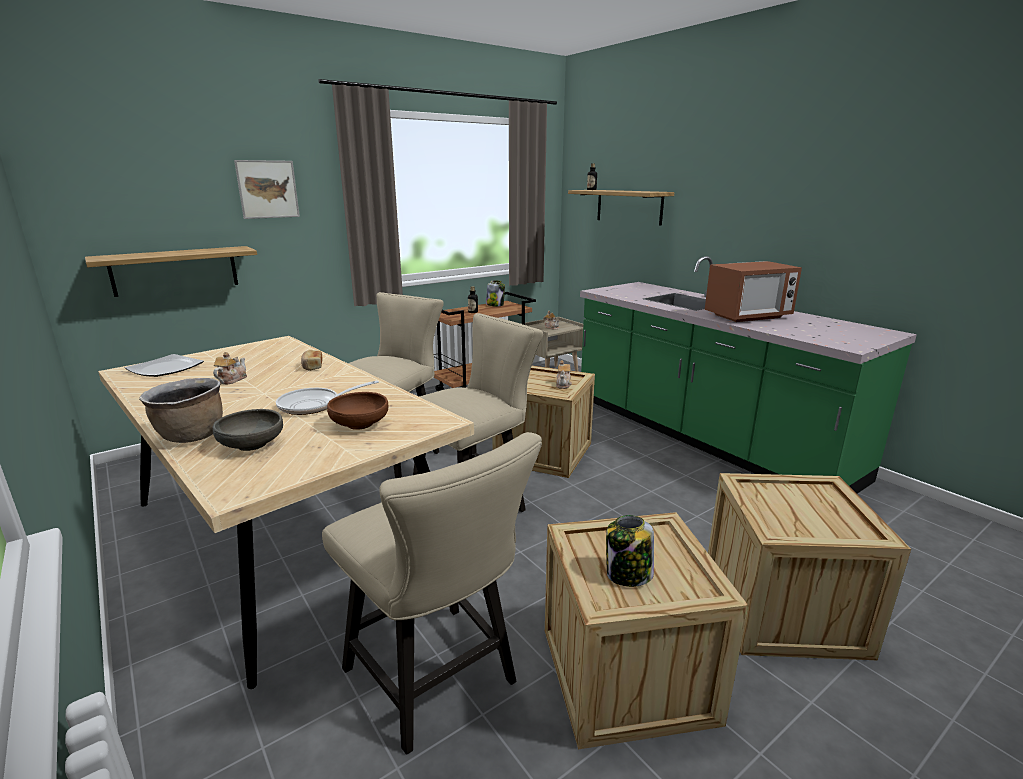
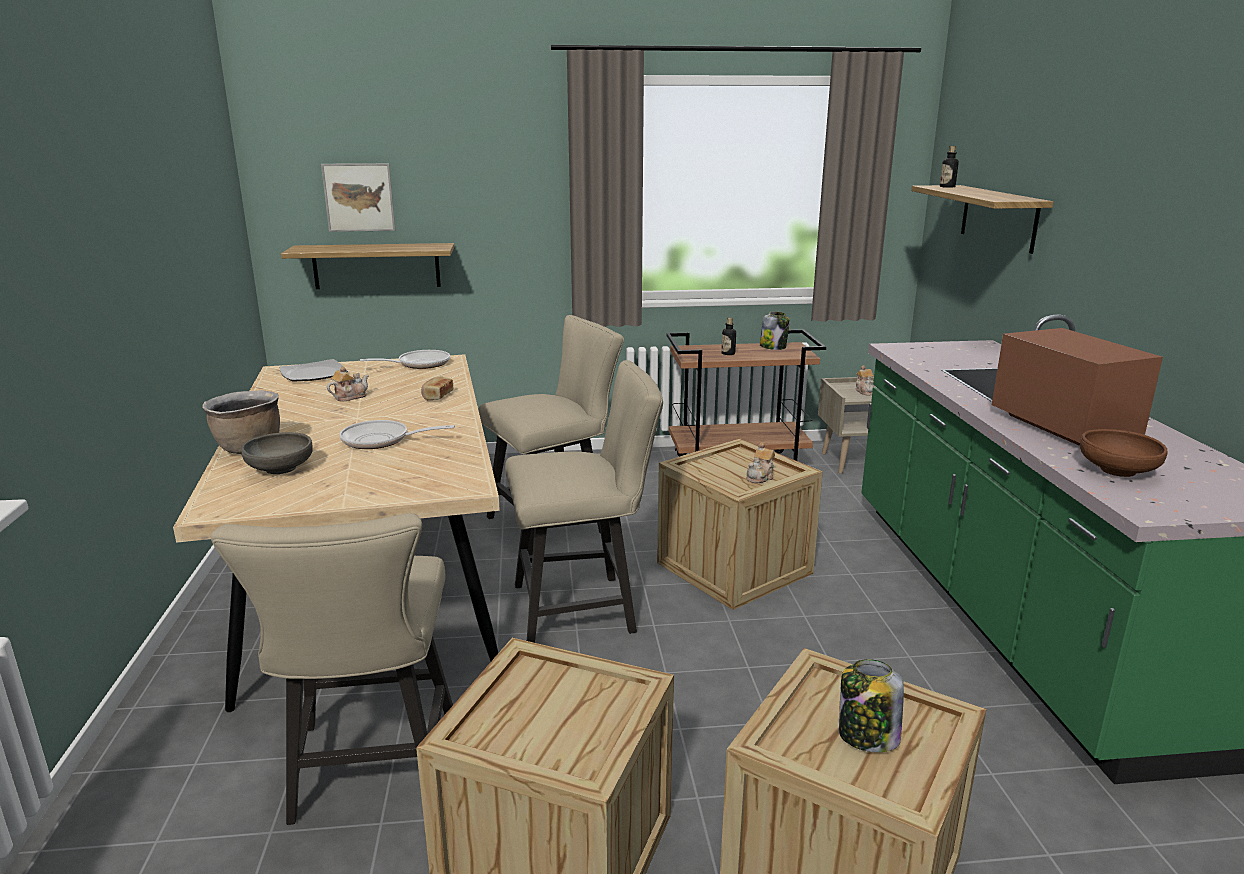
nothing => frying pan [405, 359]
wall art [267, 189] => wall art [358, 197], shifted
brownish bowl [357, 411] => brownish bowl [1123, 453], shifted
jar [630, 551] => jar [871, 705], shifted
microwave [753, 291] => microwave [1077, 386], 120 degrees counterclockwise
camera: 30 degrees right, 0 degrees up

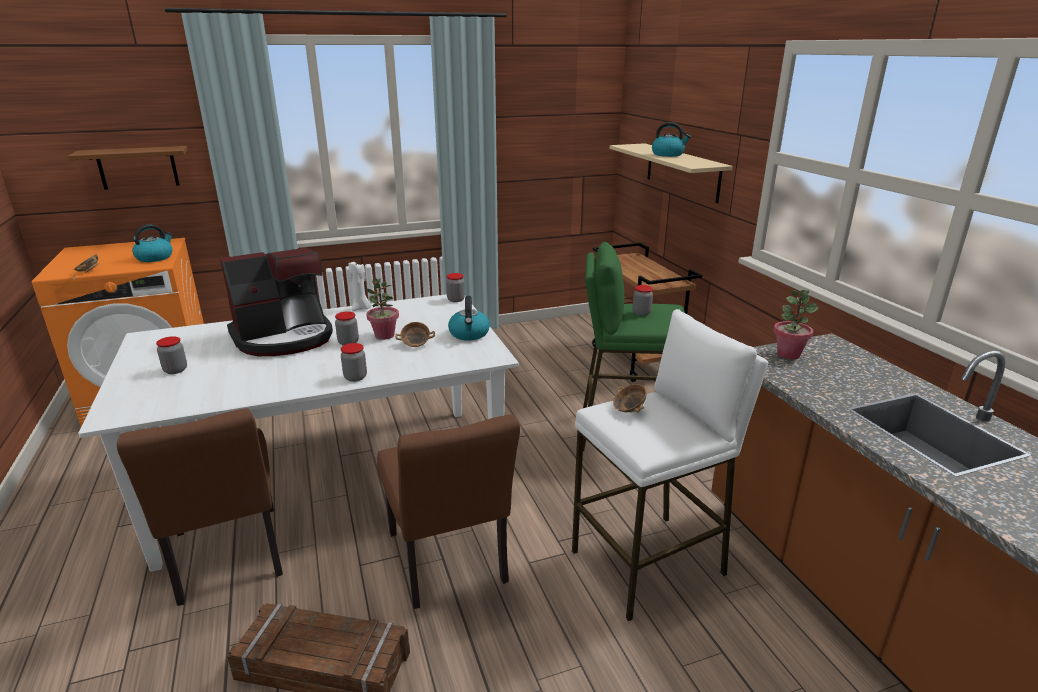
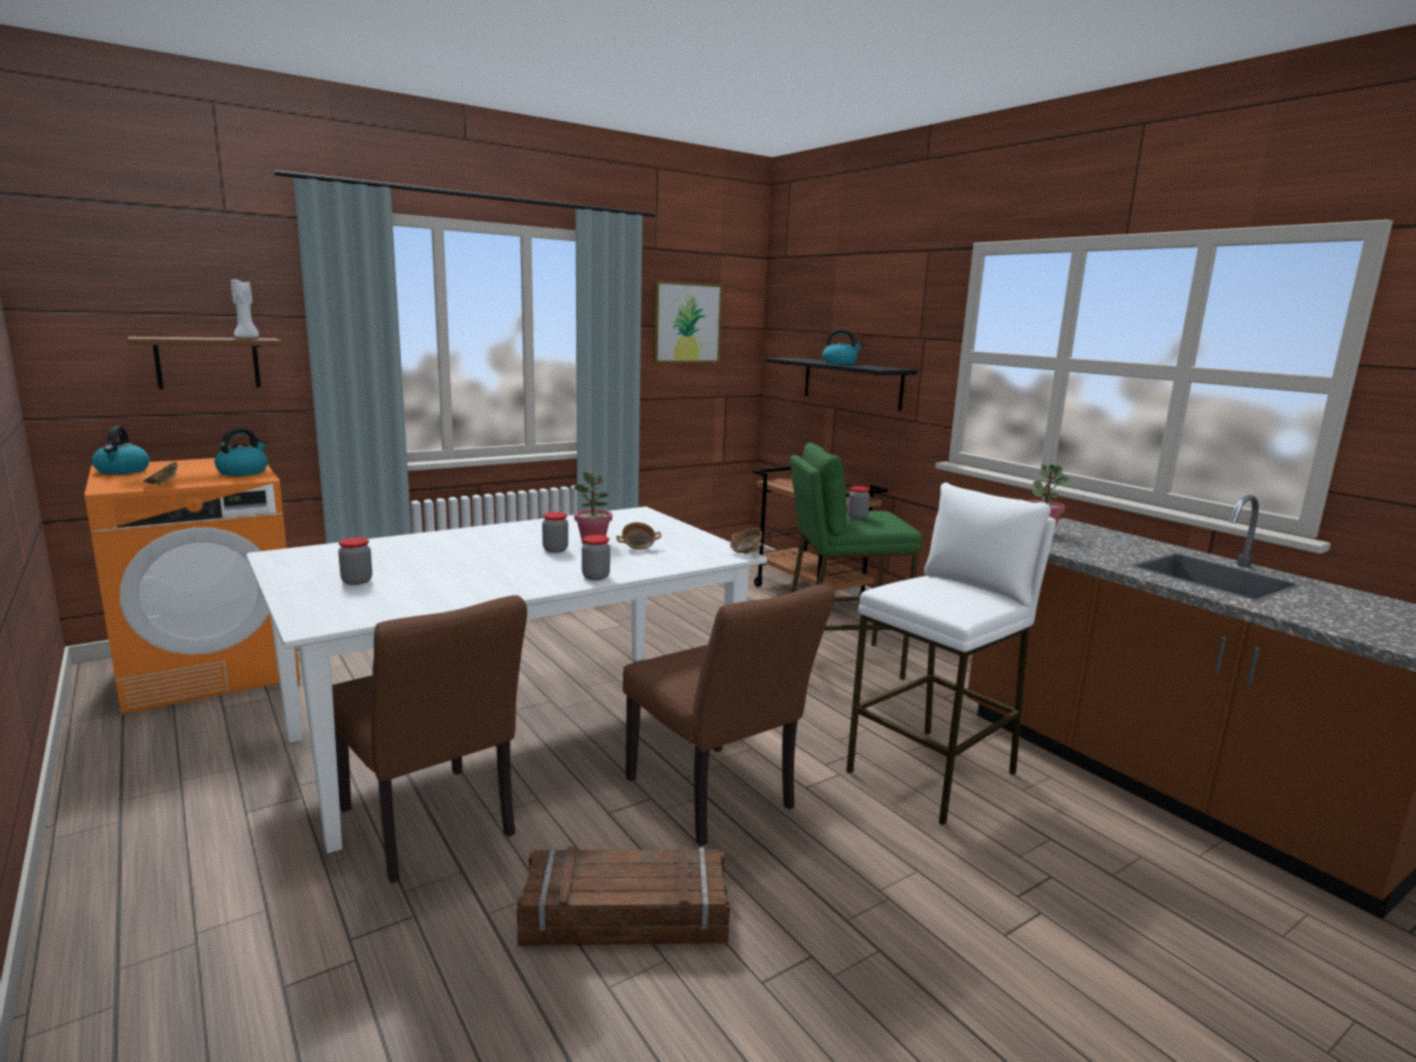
coffee machine [276, 301] => nothing
jar [455, 287] => nothing
nothing => wall art [687, 322]
white candle [360, 286] => white candle [245, 308], shifted
kettle [469, 318] => kettle [121, 450], shifted
bowl [629, 398] => bowl [746, 541], shifted
beige bracket shelf [671, 173] => black-coloured bracket shelf [841, 384]
camera: 15 degrees left, 10 degrees down

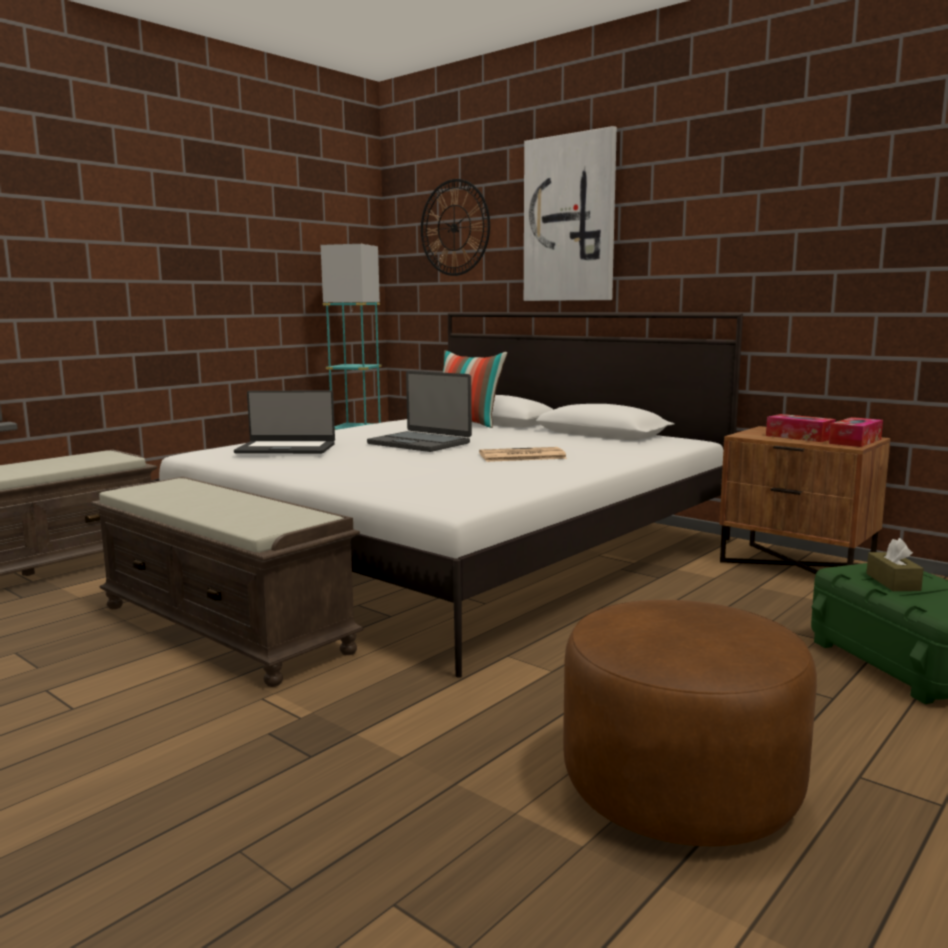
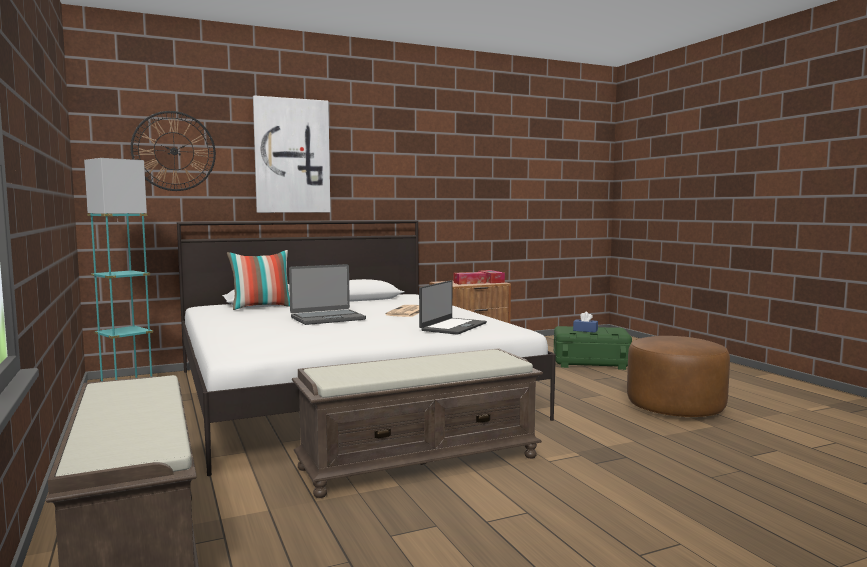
notebook computer [284, 422] => notebook computer [453, 307], shifted
brownish tissue holder [895, 564] => blue-coloured tissue holder [585, 322]
camera: 65 degrees left, 5 degrees down

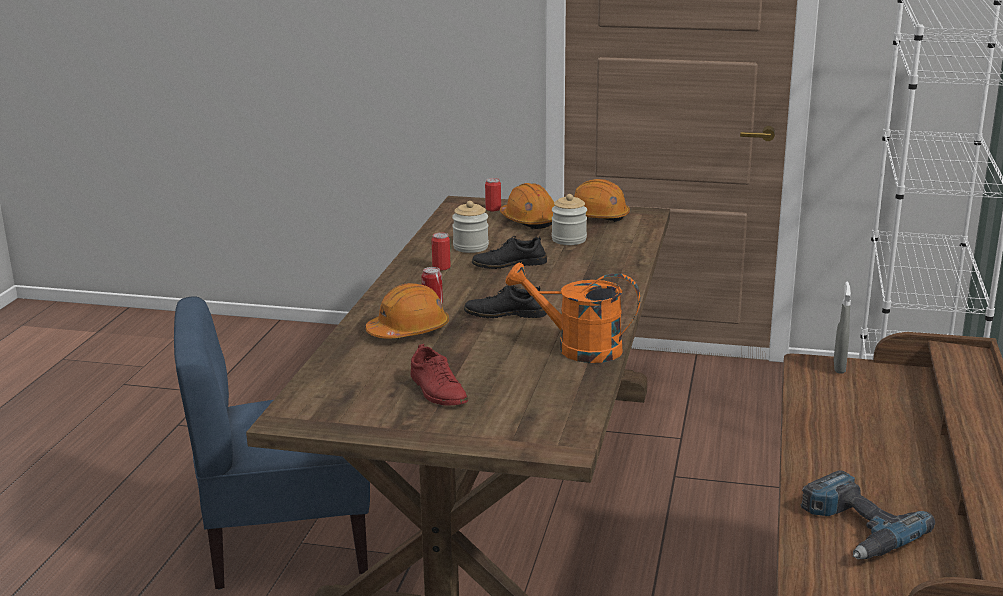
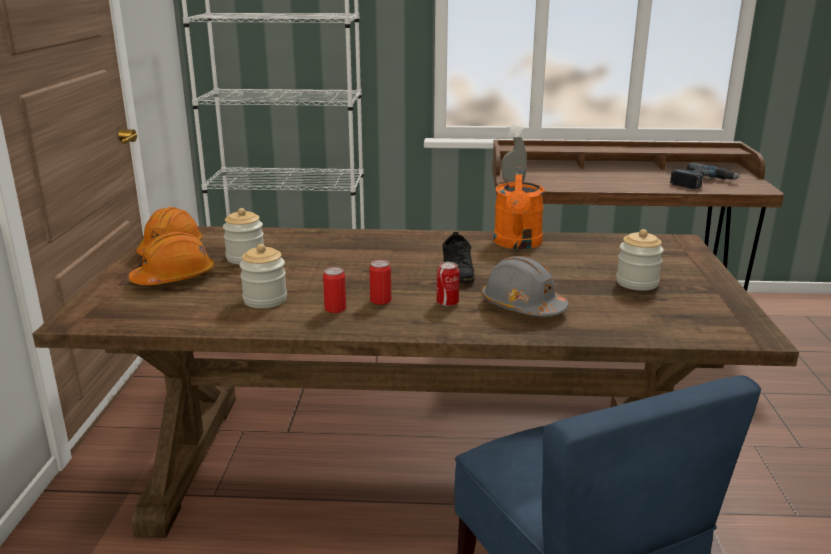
black-coloured item of footwear [509, 252] => nothing
sealed can [493, 194] => sealed can [380, 282], shifted
red-coloured item of footwear [439, 374] => jar [640, 260]
orangey safety helmet [407, 310] => greyish safety helmet [524, 286]
camera: 100 degrees left, 0 degrees up

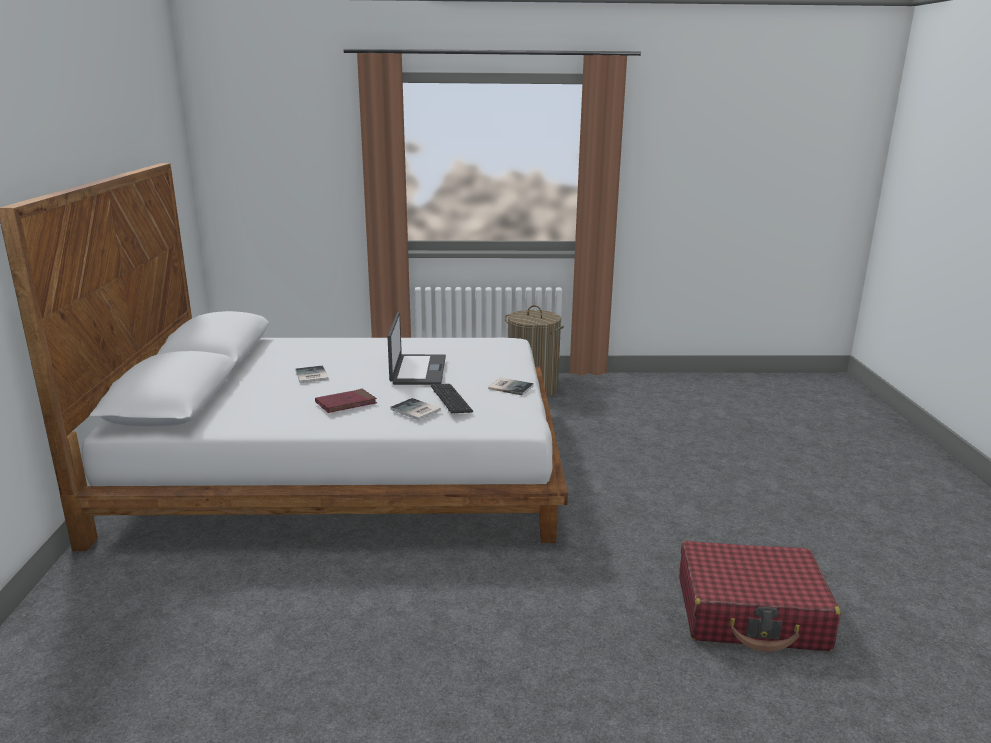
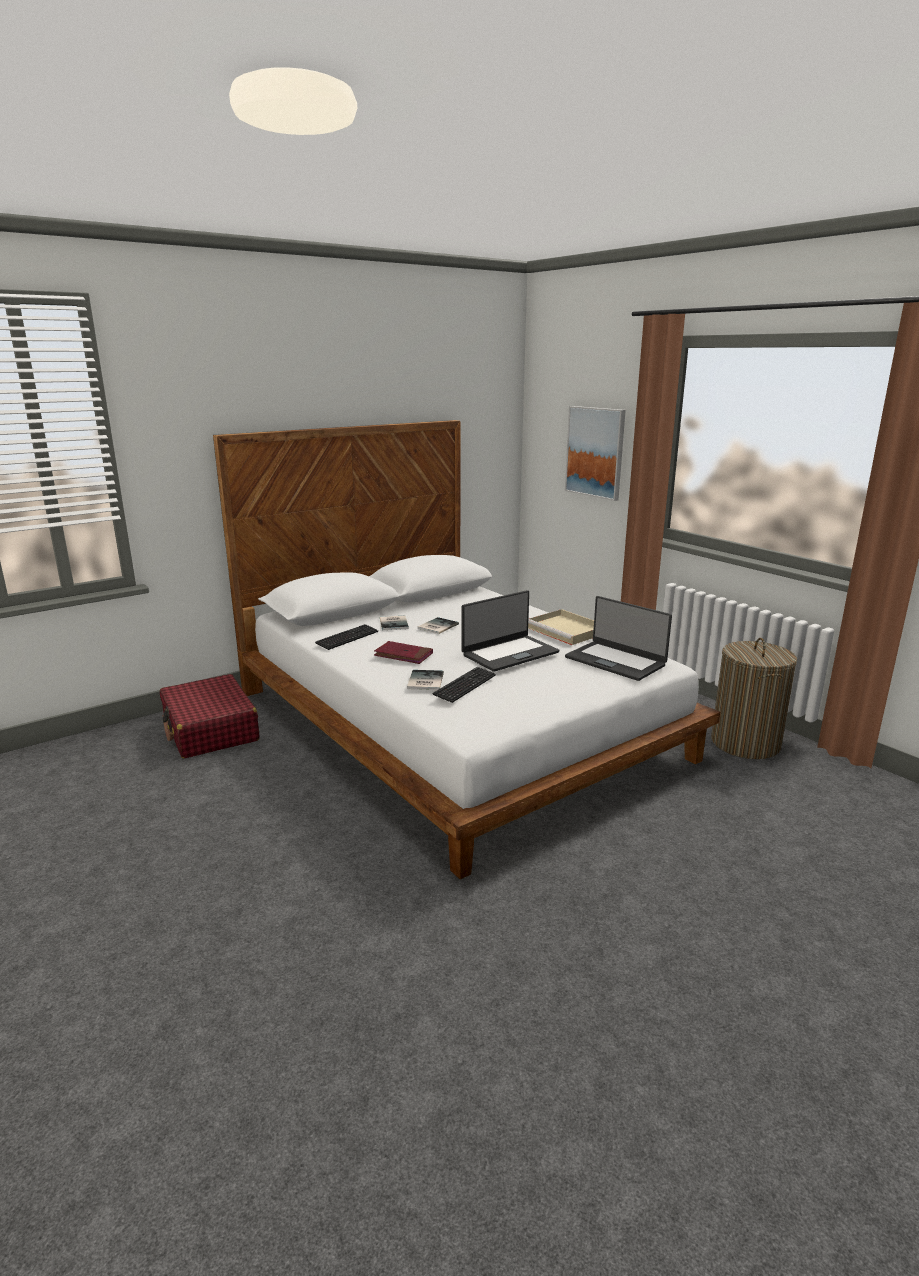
nothing => computer keyboard [346, 637]
nothing => beige tray [561, 627]
nothing => wall art [595, 453]
nothing => notebook computer [618, 638]
bound book [511, 387] => bound book [394, 623], shifted
red-coloured suitcase [760, 596] => red-coloured suitcase [210, 716], shifted
camera: 55 degrees right, 0 degrees up

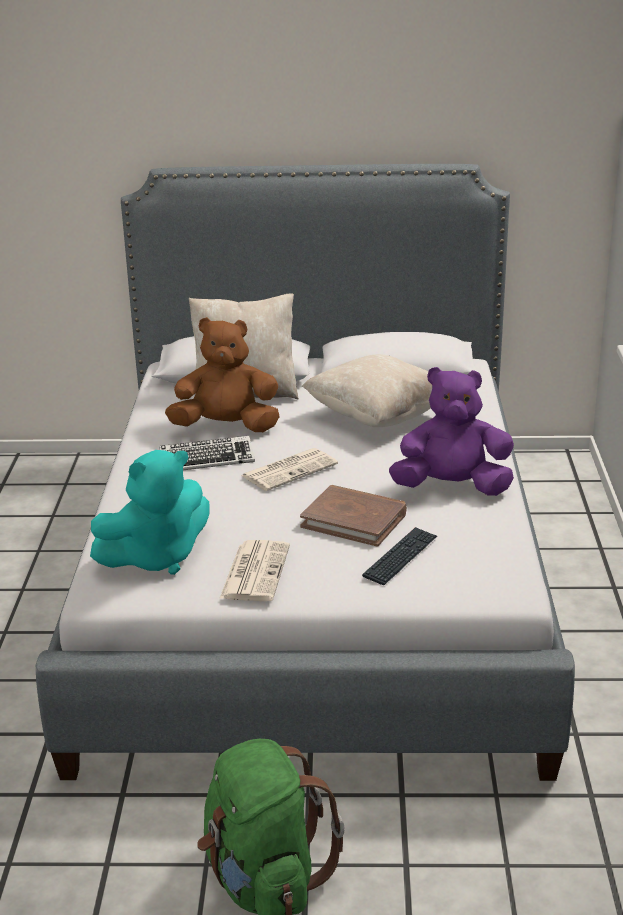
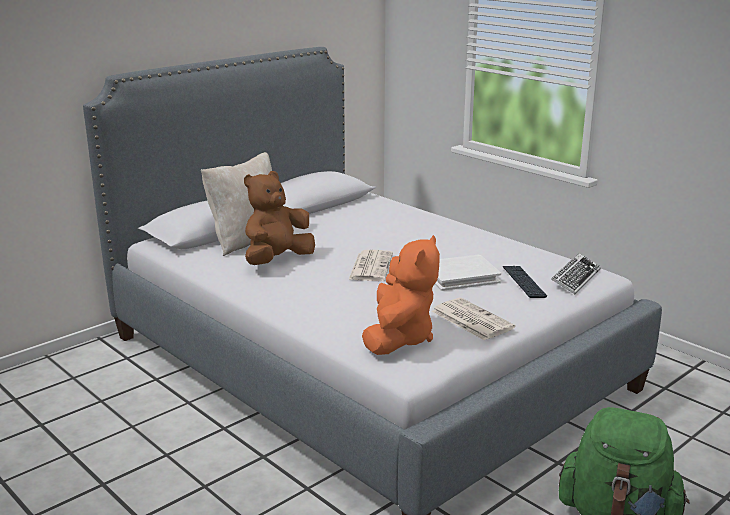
beige cushion [367, 390] => nothing
purple-coloured soft toy [451, 431] => nothing
computer keyboard [207, 453] => computer keyboard [576, 273], shifted
turquoise-coloured soft toy [149, 512] => orangey soft toy [401, 295]
brownish bound book [353, 516] => white bound book [468, 273]
camera: 45 degrees left, 5 degrees down

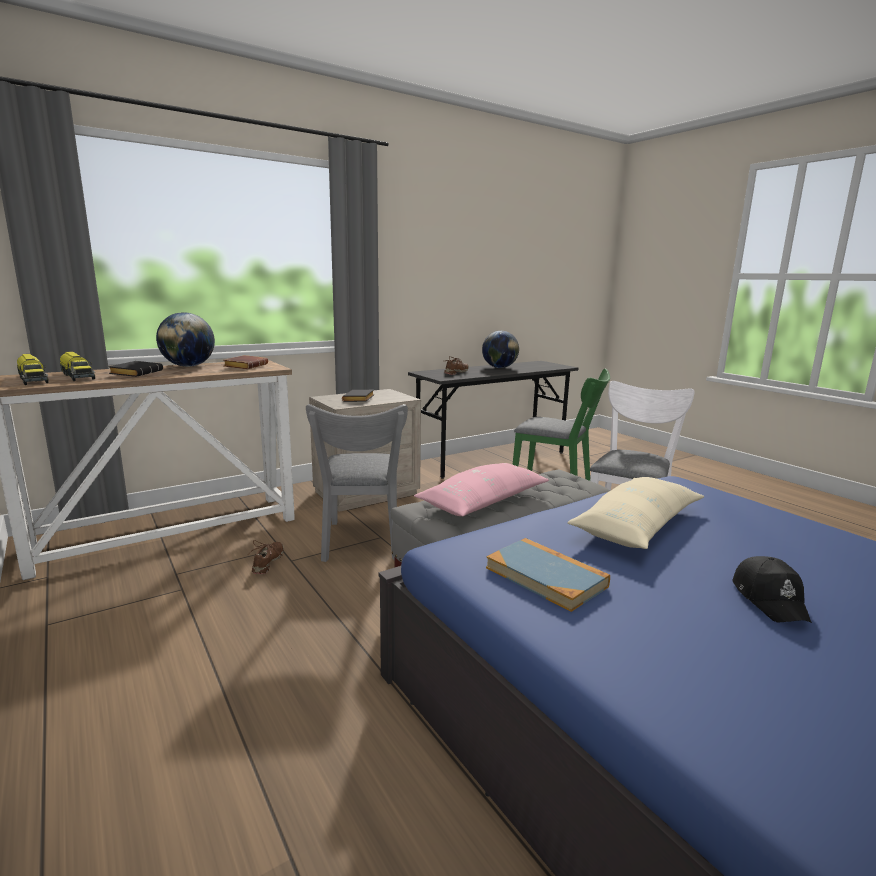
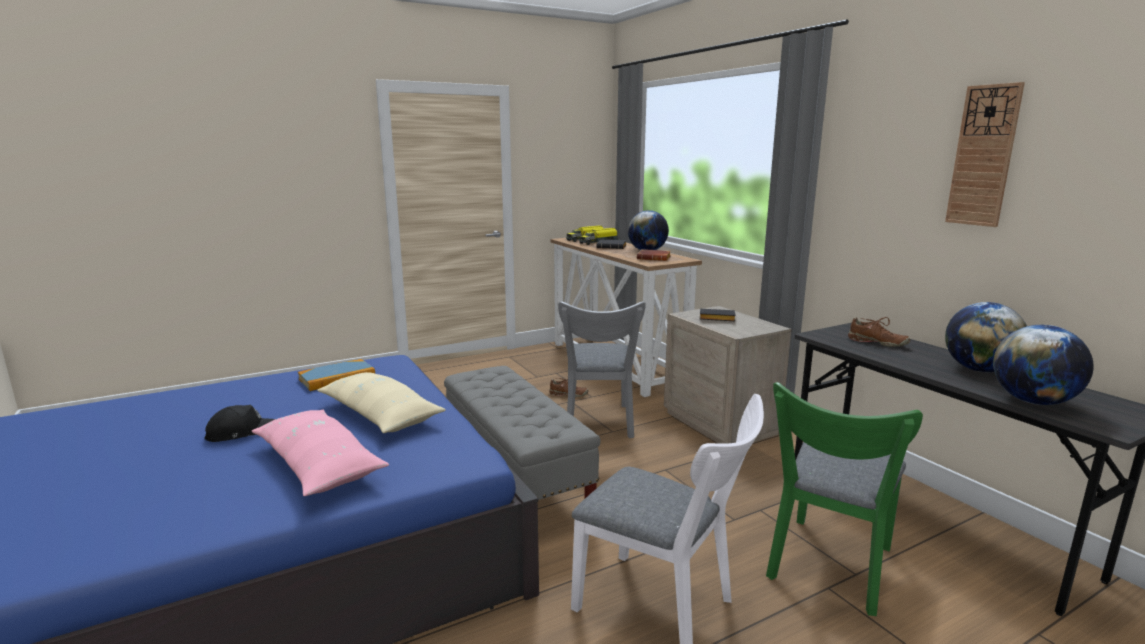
nothing => hanging clock [985, 154]
nothing => world globe [1043, 365]
pink cushion [481, 489] => pink cushion [320, 453], shifted
greyish upright chair [357, 483] => greyish upright chair [602, 369], 90 degrees counterclockwise
black-coloured peaked cap [772, 589] => black-coloured peaked cap [240, 423], 150 degrees clockwise
camera: 95 degrees right, 0 degrees up

